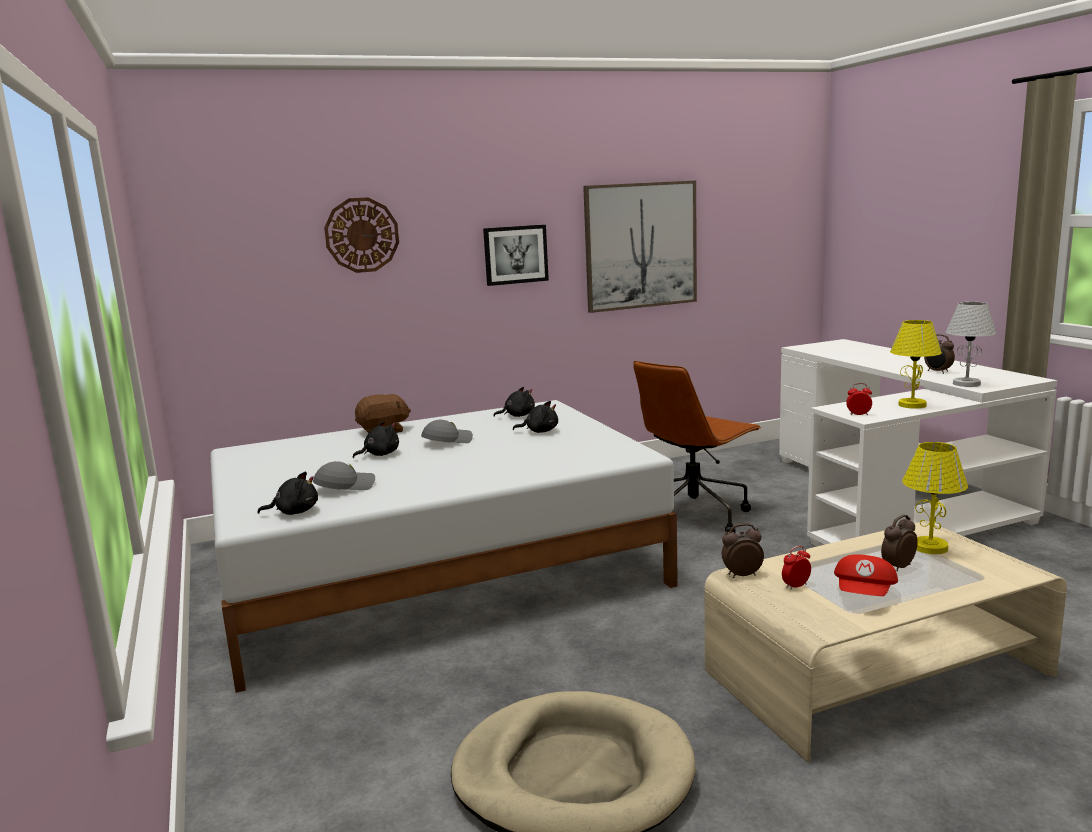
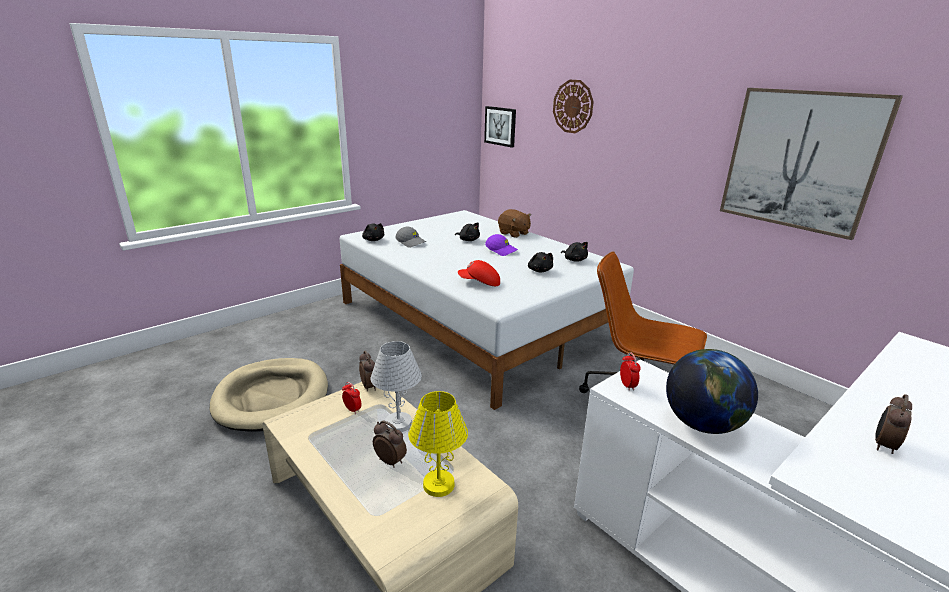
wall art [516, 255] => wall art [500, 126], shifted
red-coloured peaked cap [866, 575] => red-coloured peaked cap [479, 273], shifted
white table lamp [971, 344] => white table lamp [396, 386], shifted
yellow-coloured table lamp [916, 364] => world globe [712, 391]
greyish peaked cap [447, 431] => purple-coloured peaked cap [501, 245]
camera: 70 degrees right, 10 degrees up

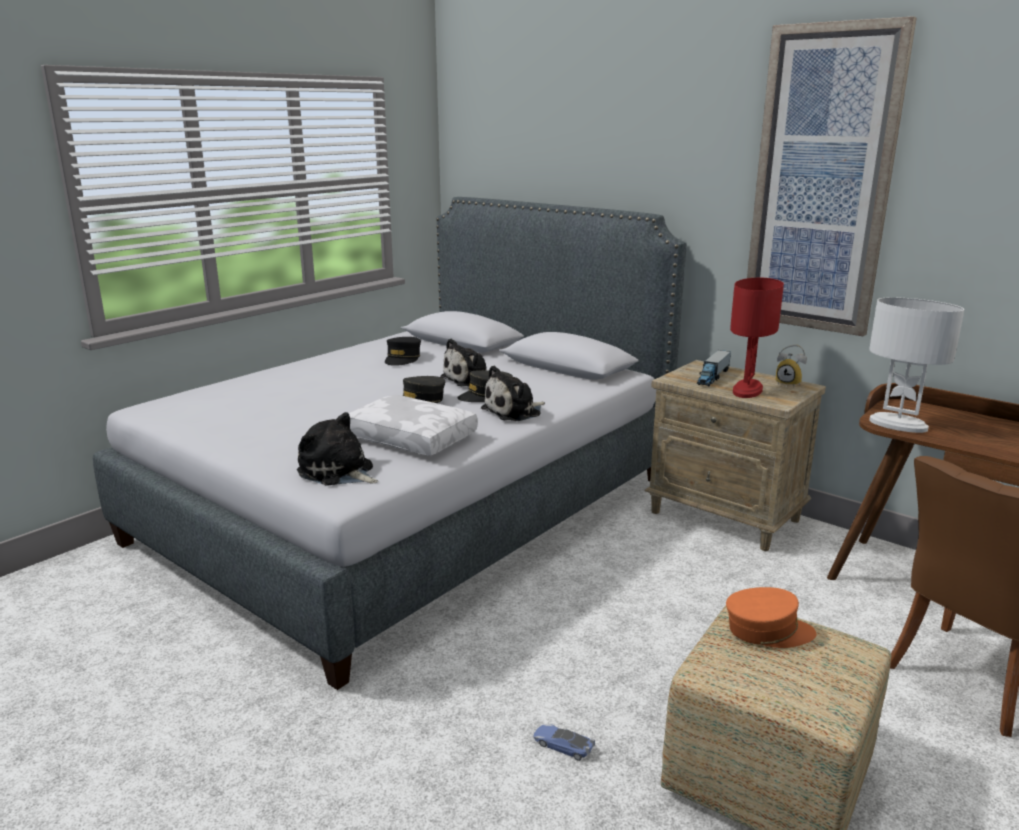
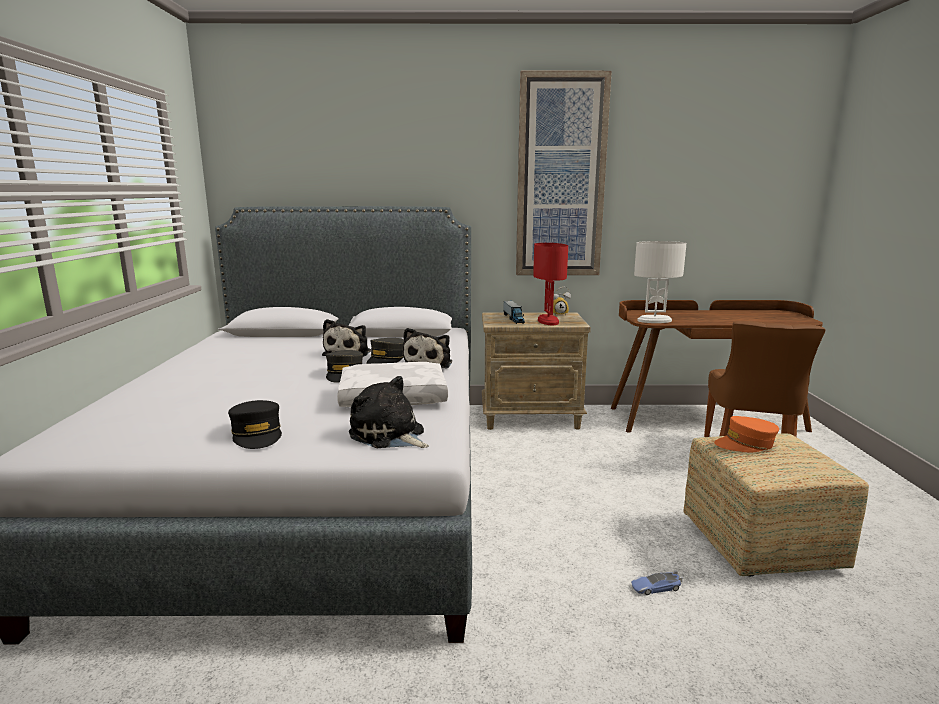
black-coloured peaked cap [403, 351] => black-coloured peaked cap [255, 424], shifted
soft toy [337, 449] => soft toy [389, 412], 45 degrees clockwise
orangey peaked cap [771, 617] => orangey peaked cap [746, 434], 150 degrees counterclockwise
camera: 40 degrees left, 5 degrees down

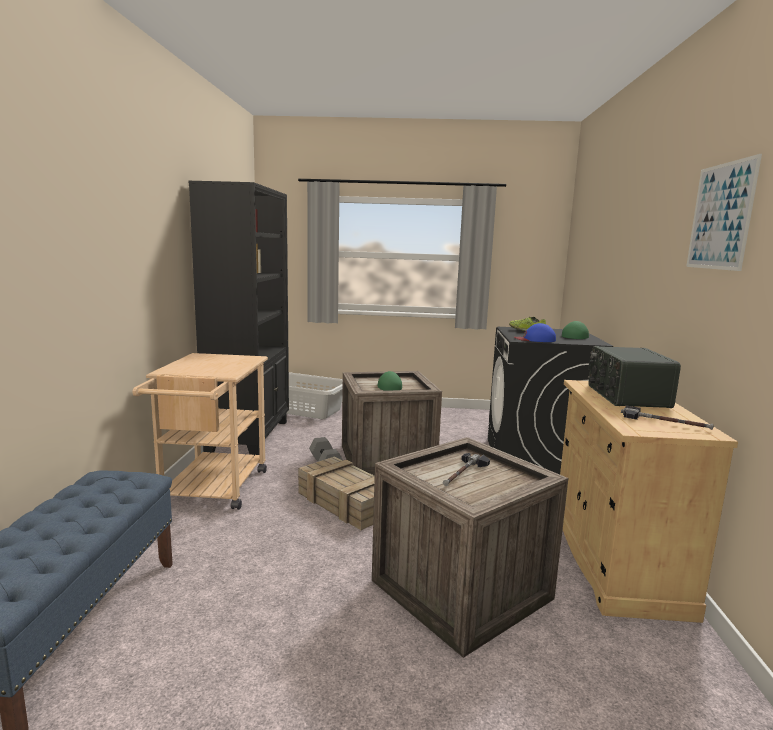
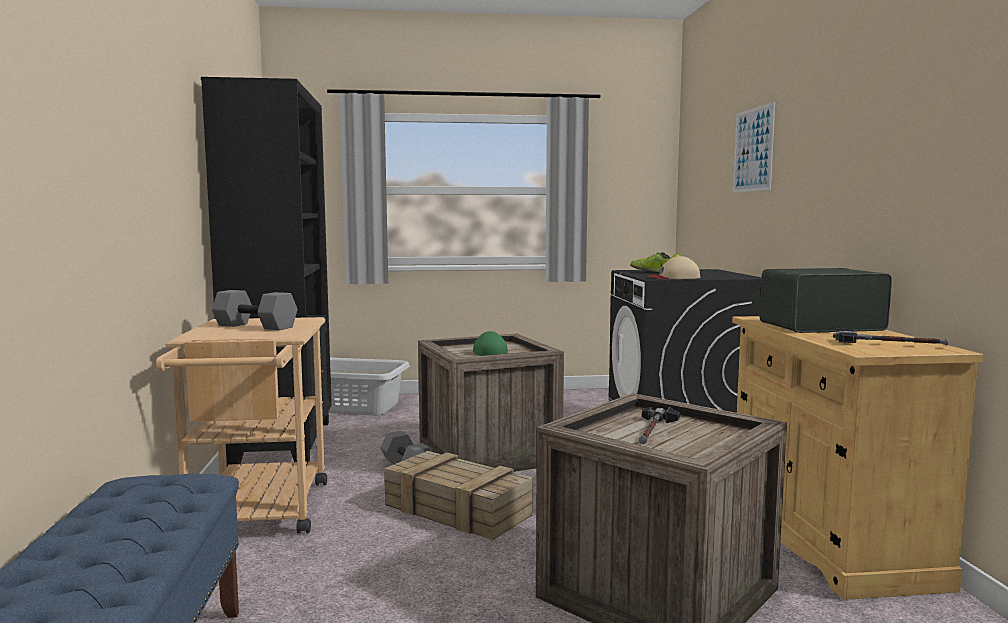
greenish peaked cap [575, 330] => nothing
nothing => greyish free weight [255, 310]
wall art [724, 212] => wall art [754, 147], shifted
blue-coloured peaked cap [535, 332] => beige peaked cap [674, 267]
radio set [634, 377] => radio set [826, 300], 90 degrees clockwise
camera: 10 degrees left, 5 degrees down

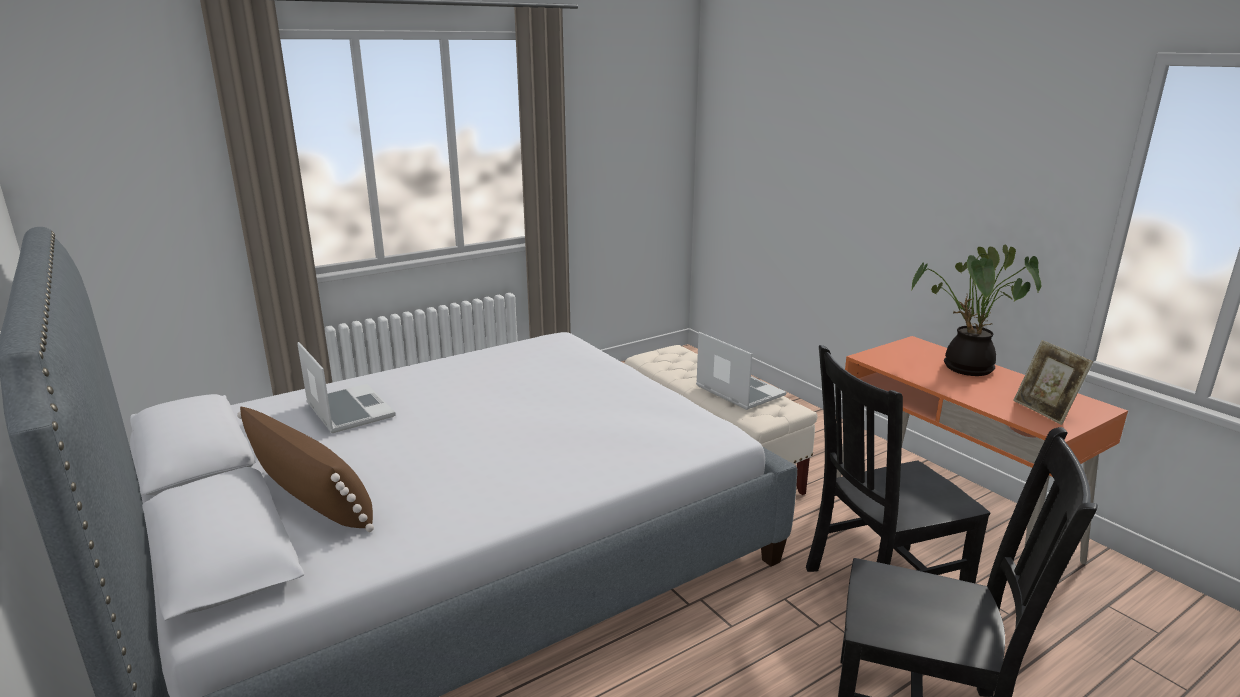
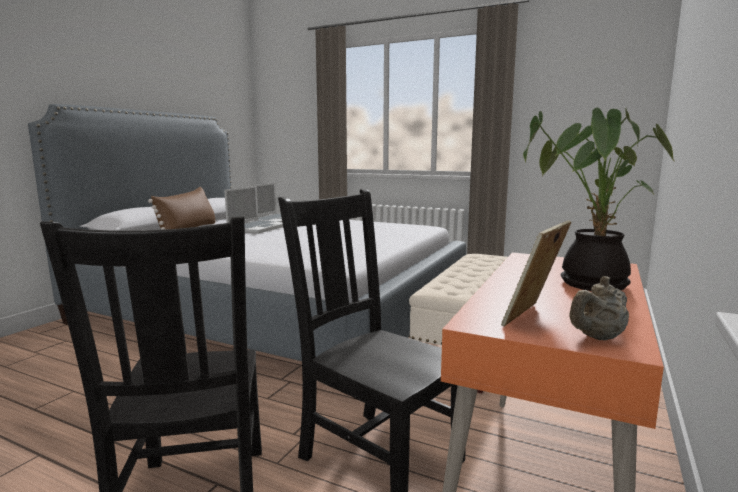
nothing => beige tea pot [599, 308]
notebook computer [741, 371] => notebook computer [253, 210], shifted
camera: 60 degrees right, 10 degrees down

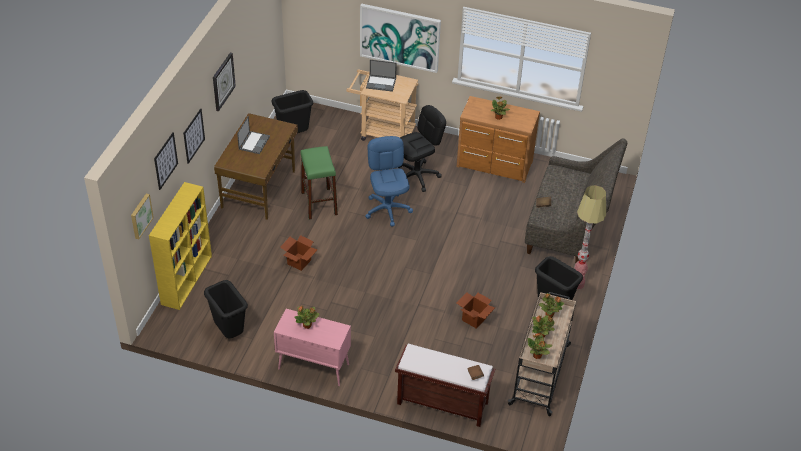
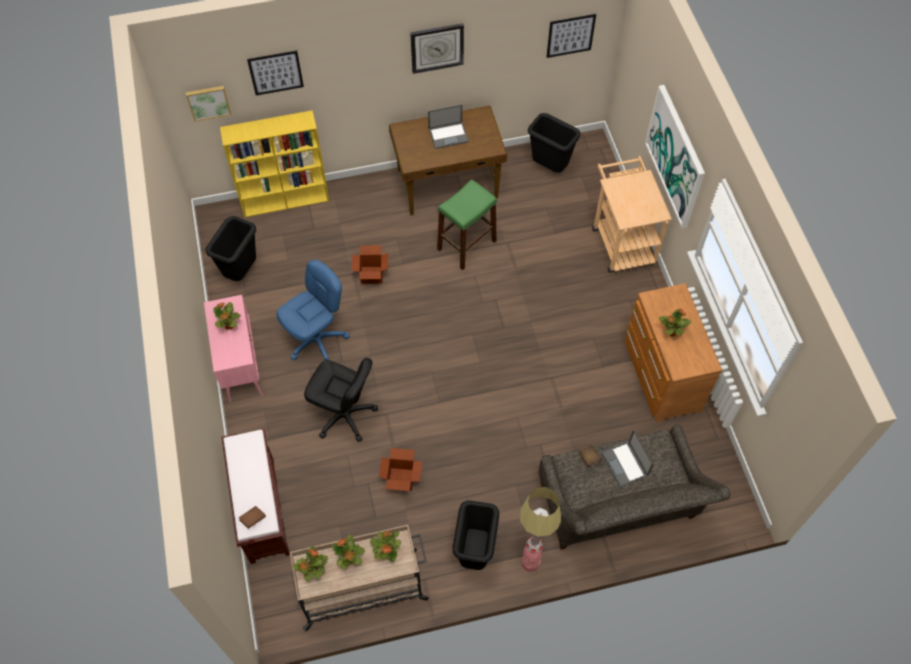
wall art [194, 136] => wall art [571, 36], shifted
blue-coloured computer chair [389, 181] => blue-coloured computer chair [313, 309], shifted
notebook computer [381, 76] => notebook computer [627, 458], shifted
black-coloured computer chair [422, 148] => black-coloured computer chair [341, 400], shifted
camera: 60 degrees right, 15 degrees up

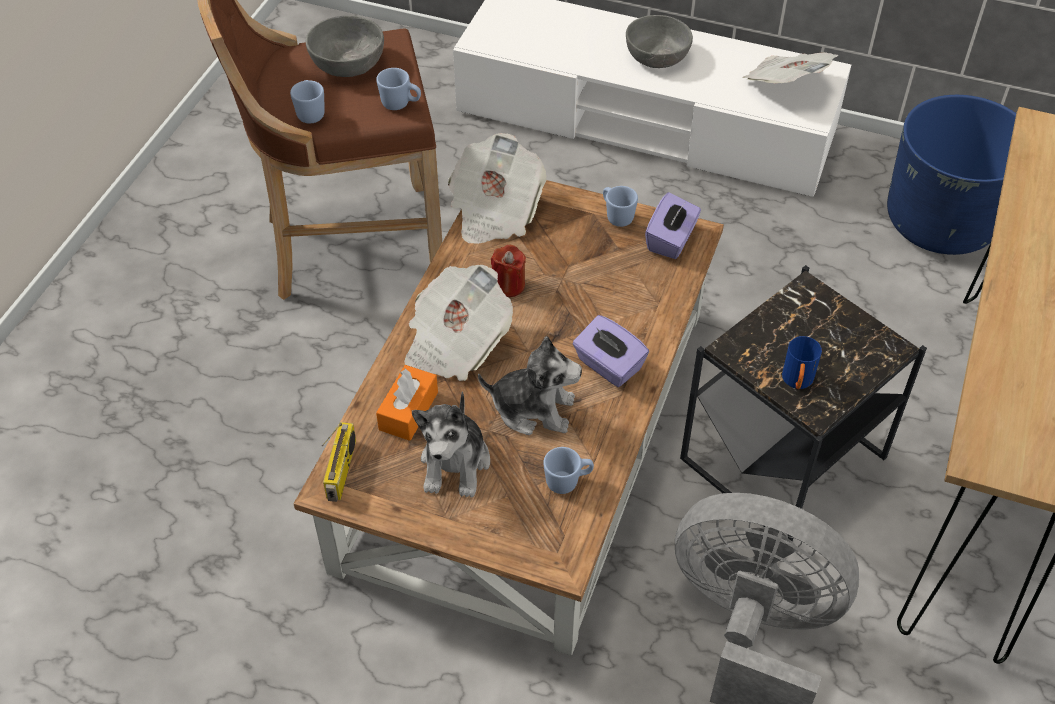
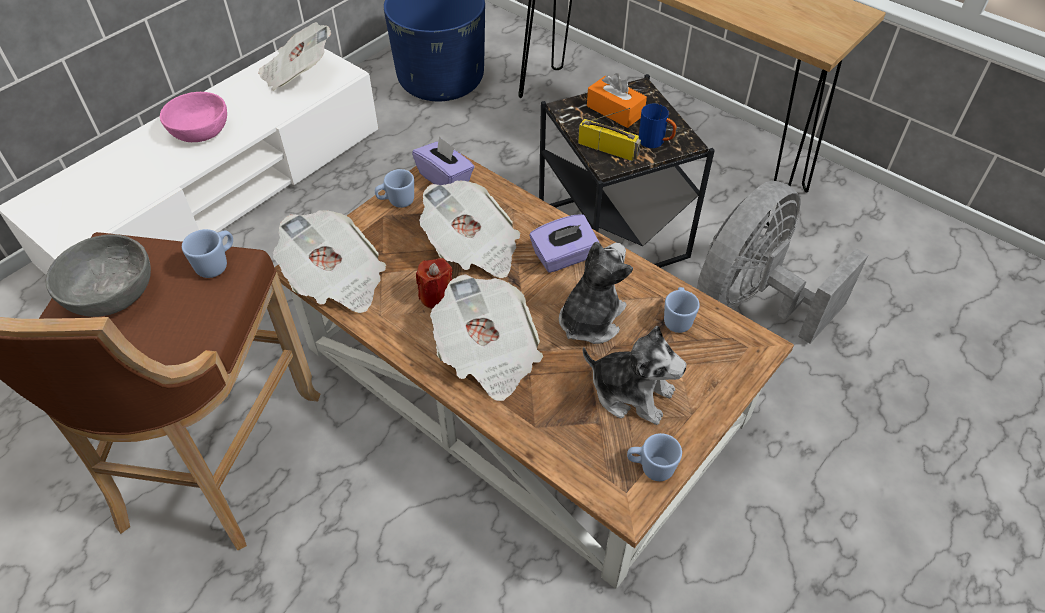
nothing => daily paper [469, 229]
blue-coloured mug [307, 101] => blue-coloured mug [654, 457], shifted
radio set [339, 462] => radio set [609, 134], shifted
orangey tissue holder [407, 403] => orangey tissue holder [617, 100], shifted
greyish bowl [659, 41] => pink bowl [193, 117]
camera: 70 degrees left, 0 degrees up

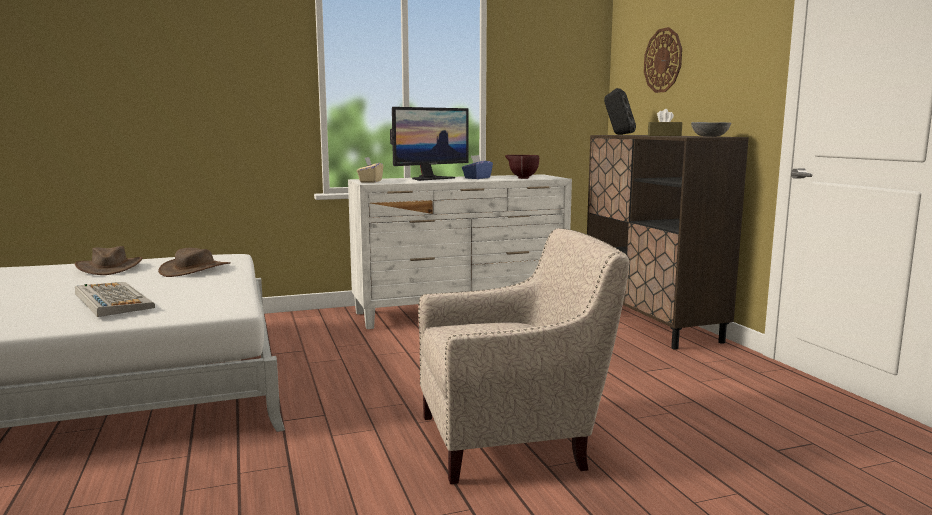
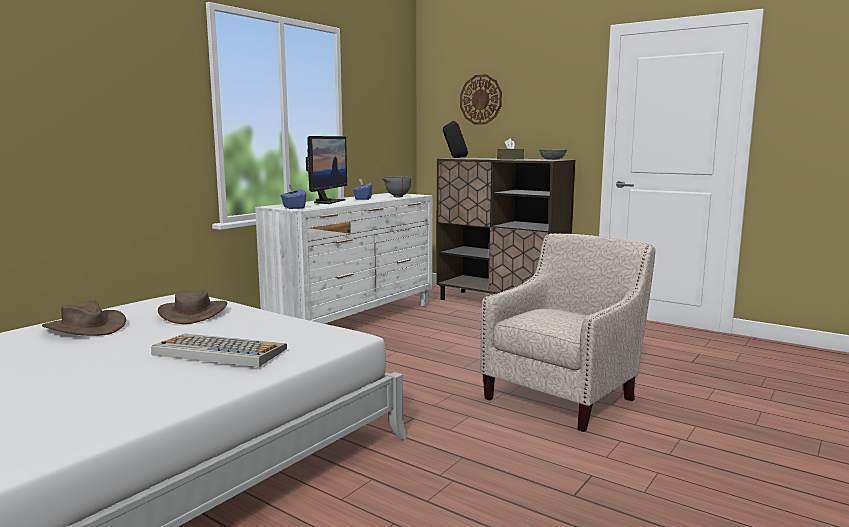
beige tissue holder [370, 170] => blue-coloured tissue holder [293, 197]
brownish bowl [522, 167] => greyish bowl [396, 187]
camera: 35 degrees left, 0 degrees up

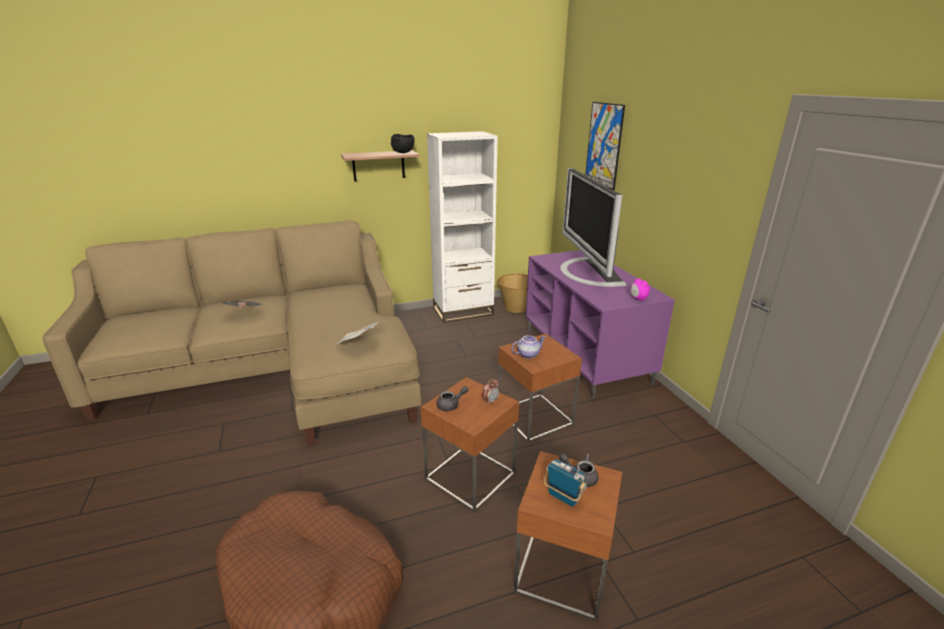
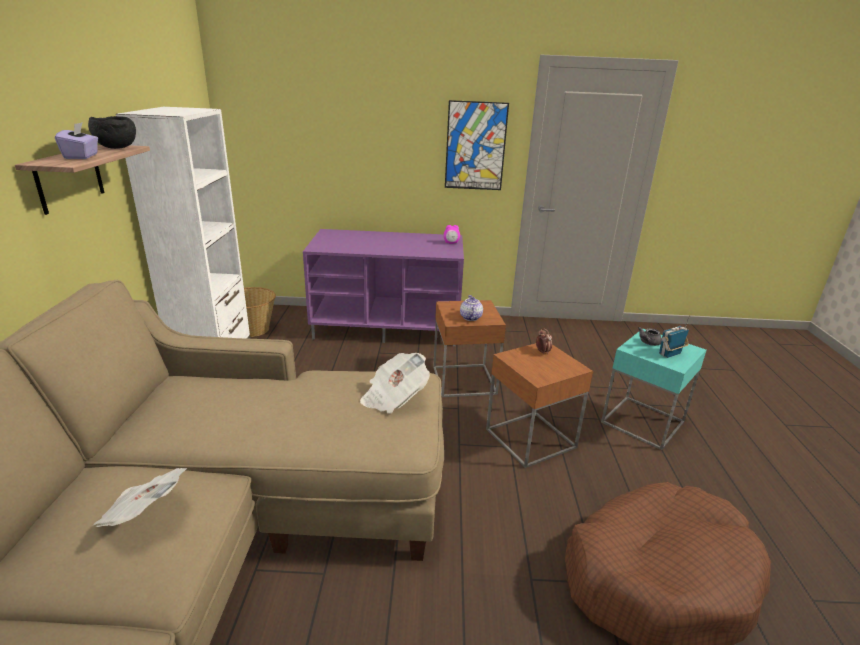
greyish tea pot [453, 398] => nothing
television [593, 227] => nothing
nothing => purple-coloured tissue holder [76, 140]
wall art [605, 146] => wall art [477, 145], shifted
brownish end table [568, 536] => turquoise-coloured end table [653, 389]
camera: 70 degrees left, 0 degrees up

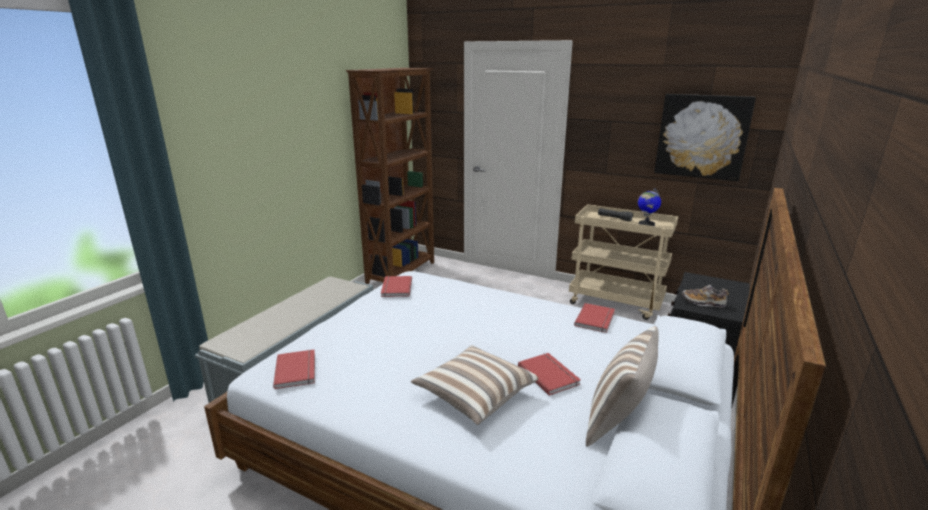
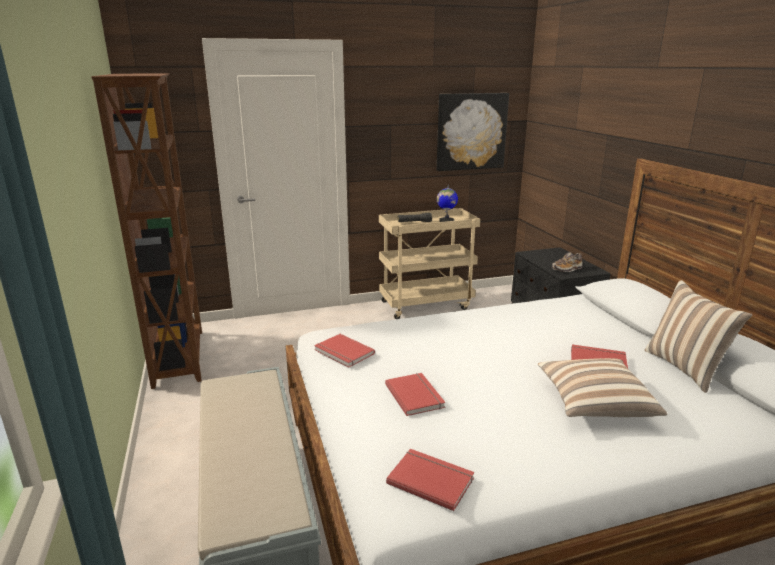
red-coloured bound book [594, 318] => red-coloured bound book [415, 394], shifted
camera: 45 degrees left, 0 degrees up

